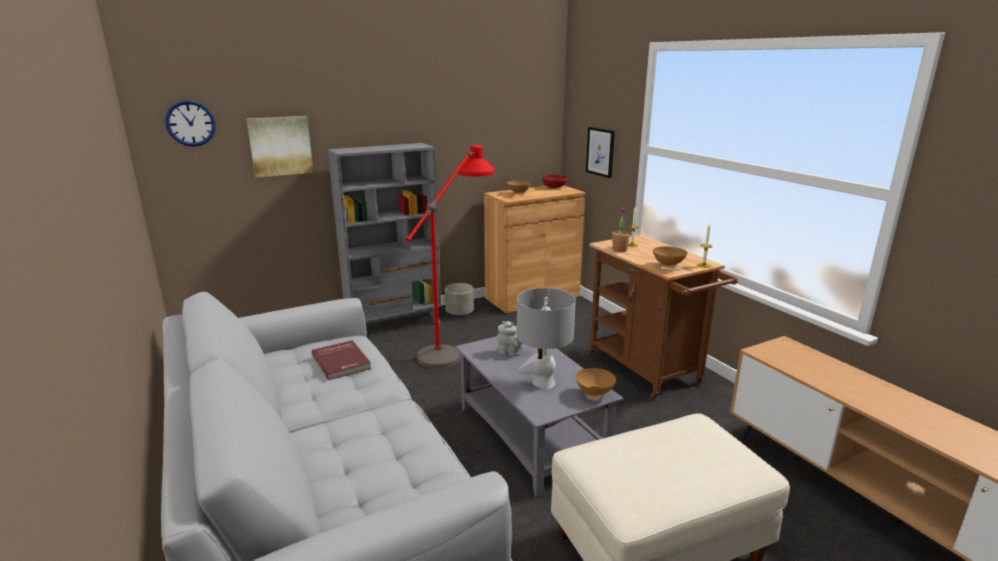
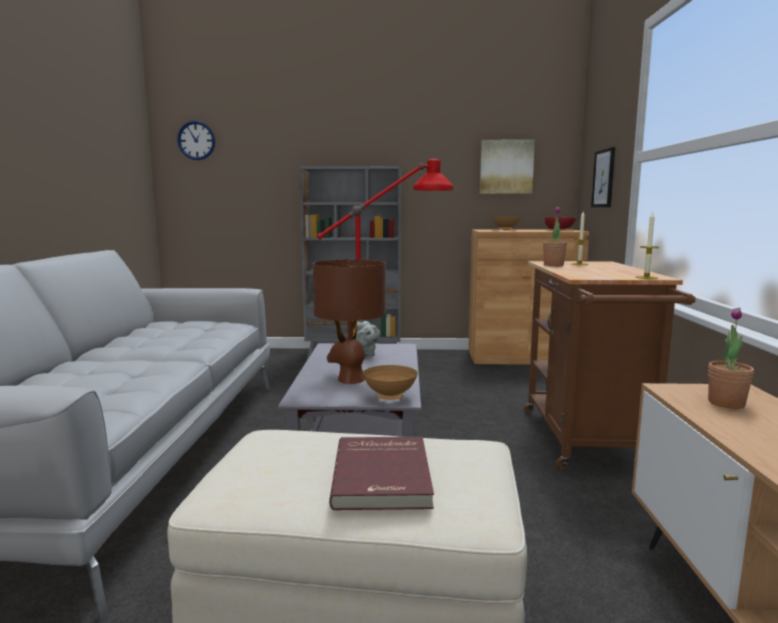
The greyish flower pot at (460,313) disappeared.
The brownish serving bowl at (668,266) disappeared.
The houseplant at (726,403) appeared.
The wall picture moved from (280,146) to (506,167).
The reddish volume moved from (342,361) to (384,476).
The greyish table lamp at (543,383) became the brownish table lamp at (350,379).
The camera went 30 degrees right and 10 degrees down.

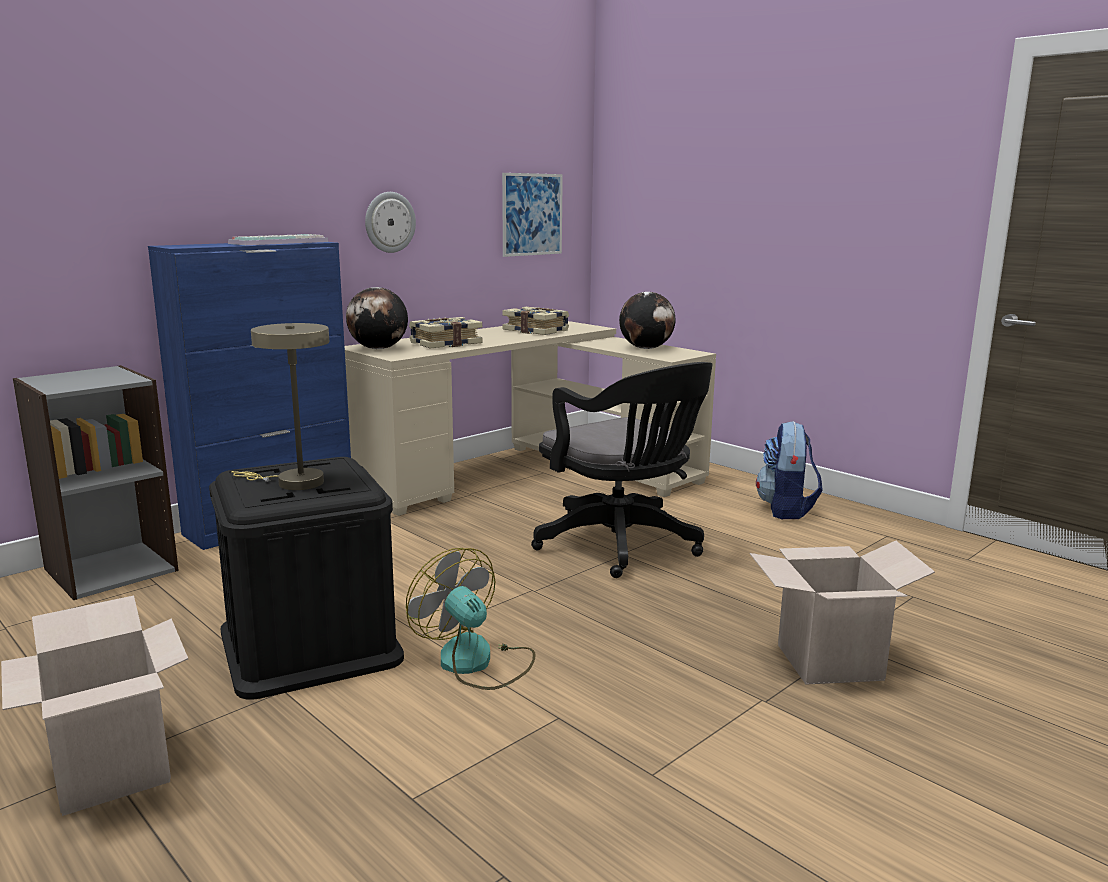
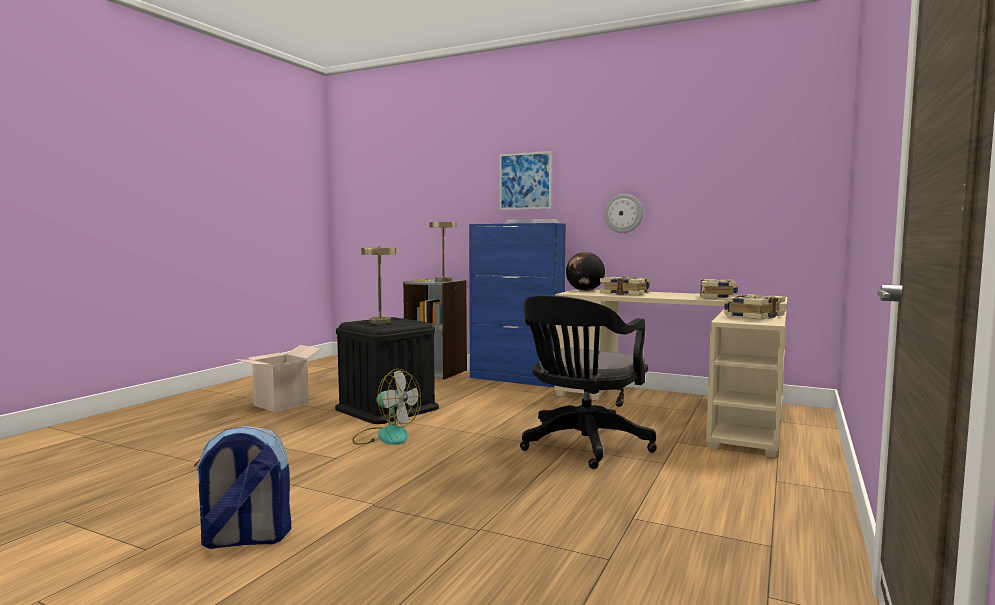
The packing box at (829,662) disappeared.
The beige-coloured table lamp at (440,281) appeared.
The wall picture moved from (532,214) to (525,181).
The rucksack moved from (786,510) to (244,539).
The world globe at (646,348) was replaced by the volume at (752,316).
The electric fan at (476,662) turned 90 degrees clockwise.
The camera went 70 degrees right and 10 degrees down.

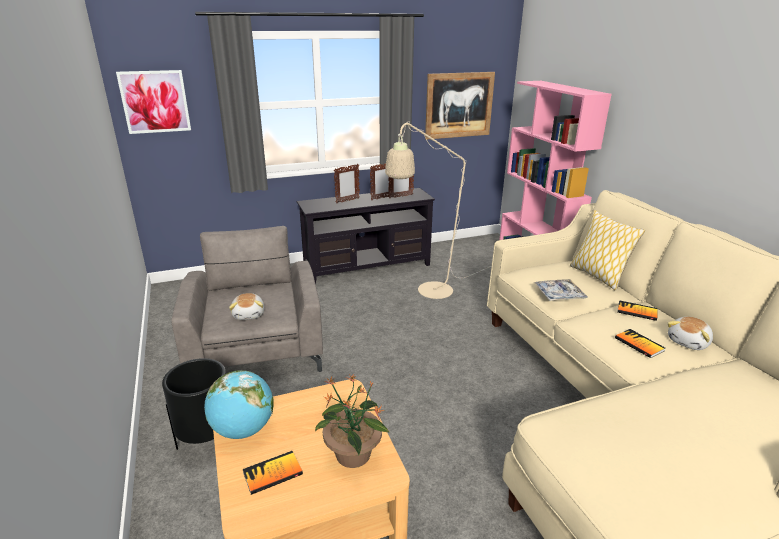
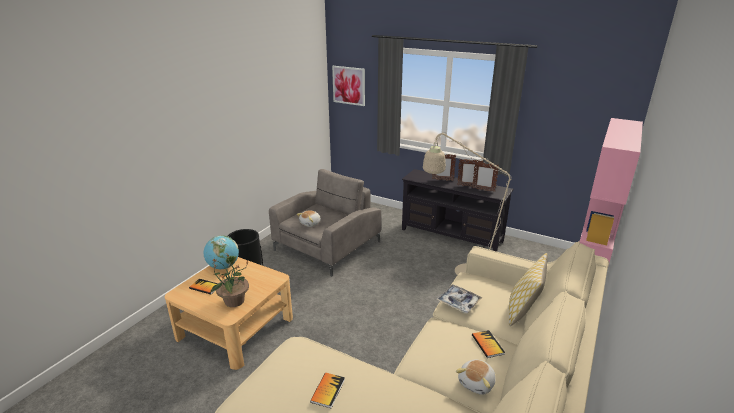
The wall picture at (459,105) disappeared.
The volume moved from (639,344) to (328,390).
The soft toy at (689,342) turned 60 degrees counterclockwise.
The camera went 50 degrees right and 0 degrees up.

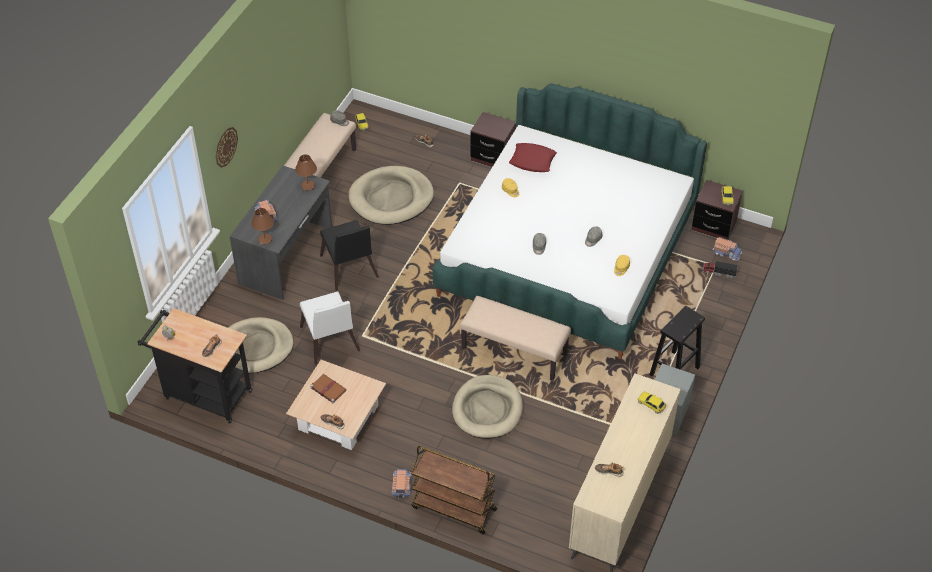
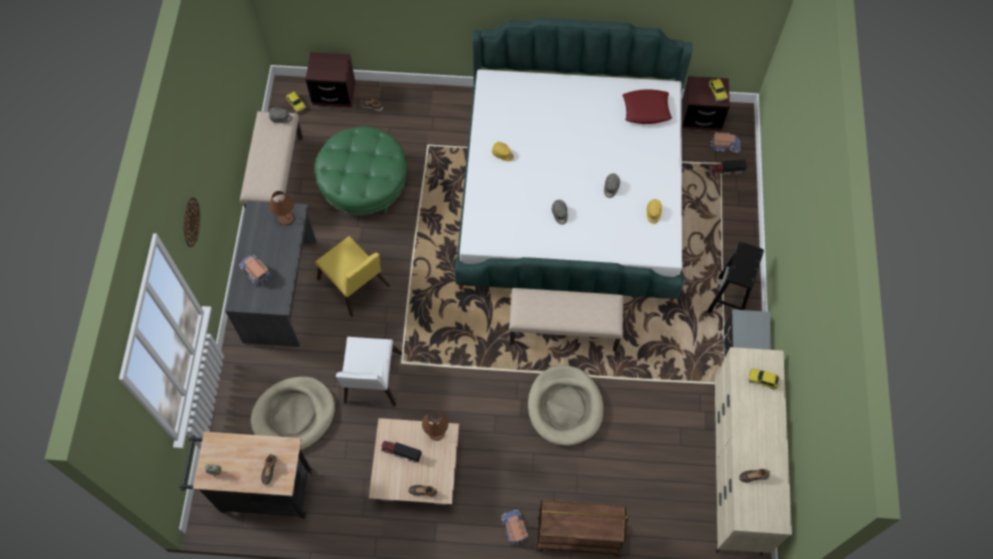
The brownish table lamp moved from (265,240) to (436,433).
The brownish nightstand moved from (492,157) to (334,94).
The reddish throw pillow moved from (532,161) to (646,109).
The brownish volume at (327,389) was replaced by the toy lorry at (401,452).
The beige-coloured dog bed at (391,198) was replaced by the green-coloured footrest at (364,185).
The black chair at (349,270) became the yellowish chair at (355,286).
The white-coloured chair at (330,342) turned 45 degrees clockwise.
The camera went 20 degrees left and 15 degrees up.

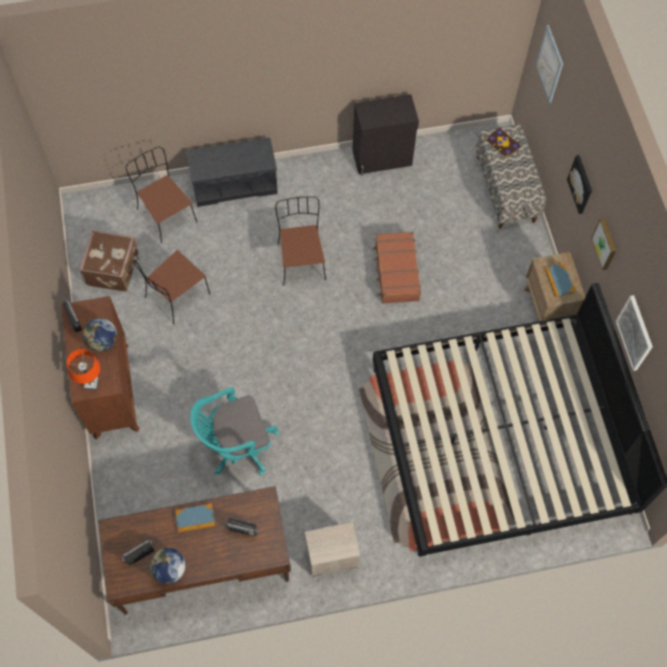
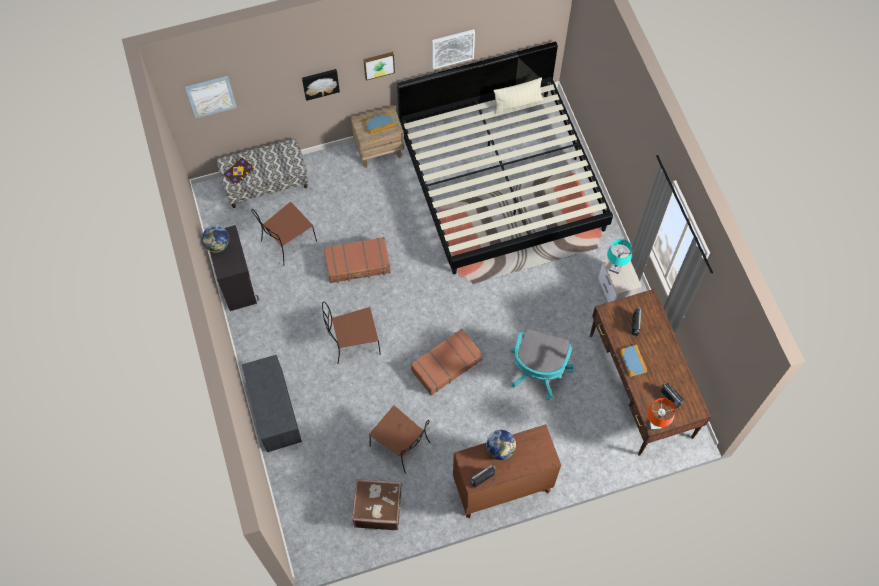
The brownish suitcase at (446,364) appeared.
The beige-coloured throw pillow at (518,103) appeared.
The turquoise-coloured table lamp at (615,268) appeared.
The orangey table lamp moved from (92,384) to (654,424).
The brownish chair moved from (166,214) to (287,242).
The world globe moved from (169,570) to (218,245).
The turquoise-coloured computer chair at (236,445) turned 45 degrees clockwise.
The camera went 95 degrees left and 0 degrees up.

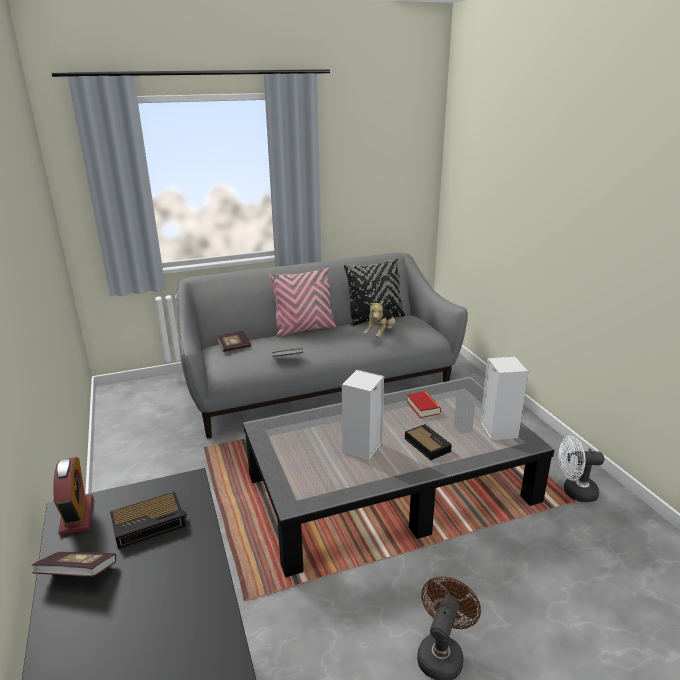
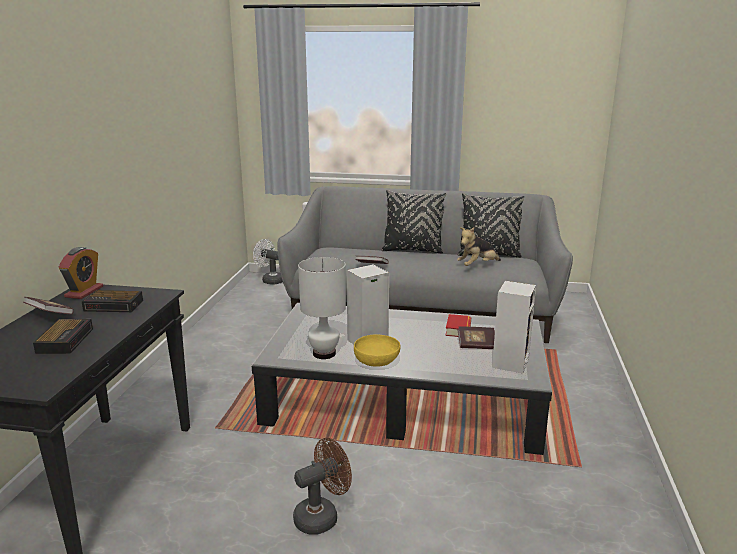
The white-coloured table lamp at (324,353) appeared.
The yellowish serving bowl at (377,361) appeared.
The volume moved from (234,347) to (476,345).
The table clock moved from (426,444) to (66,340).
The white-coloured electric fan moved from (574,492) to (270,280).
The pinkish throw pillow at (304,329) became the black throw pillow at (412,250).
The camera went 30 degrees right and 5 degrees down.

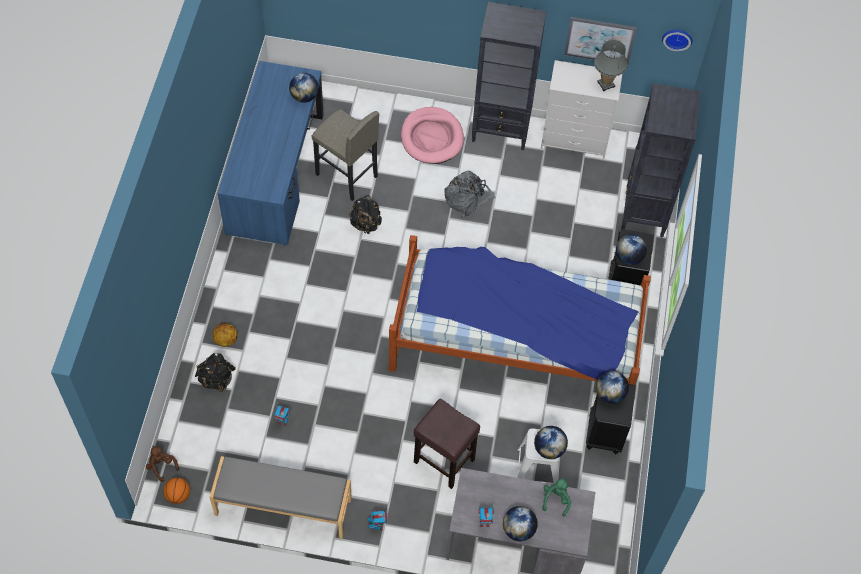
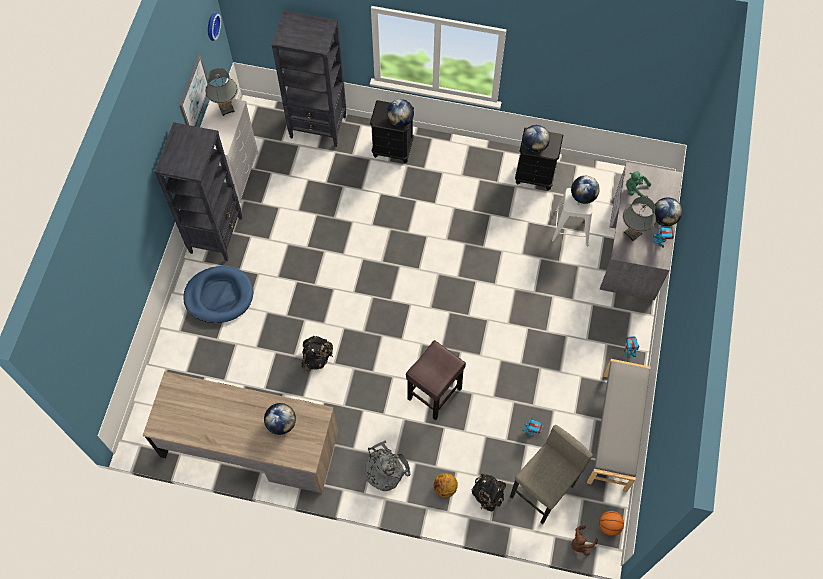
The sleeping bed at (514,343) disappeared.
The greyish table lamp at (632,233) appeared.
The world globe moved from (304,96) to (281,423).
The greyish sitting stool moved from (346,176) to (542,491).
The brownish sitting stool moved from (443,460) to (434,394).
The greyish rucksack moved from (467,198) to (384,469).
The blue-coloured desk table at (275,173) became the brownish desk table at (249,444).
The pinkish dog bed at (432,137) became the blue-coloured dog bed at (219,296).
The camera went 85 degrees left and 5 degrees up.

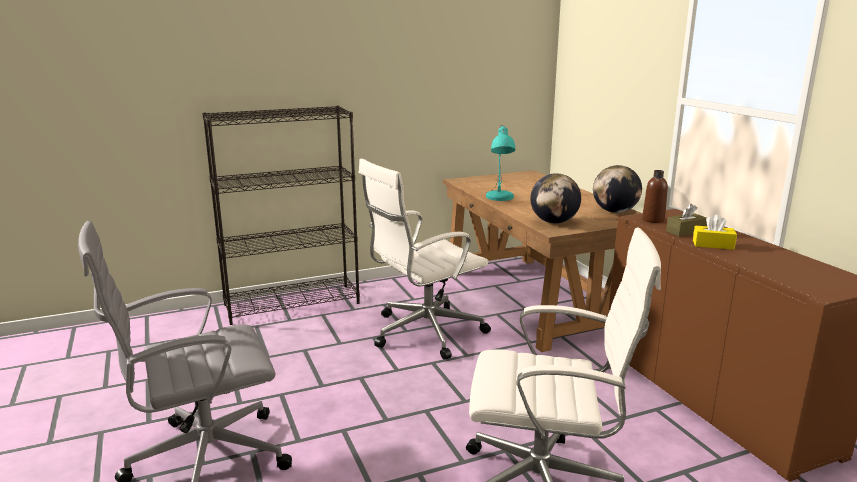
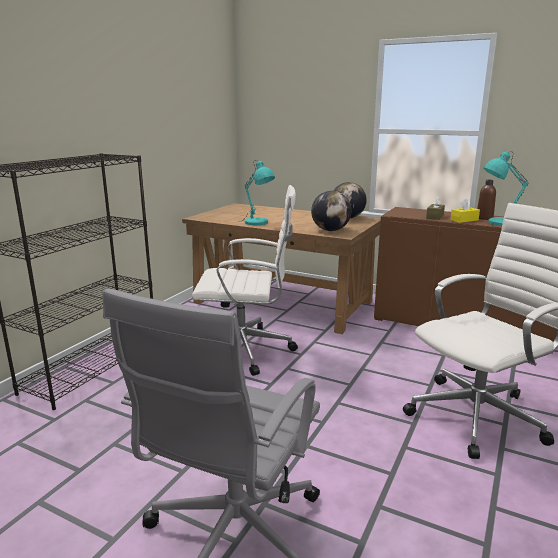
The turquoise-coloured table lamp at (498,223) appeared.
The brownish beverage bottle moved from (653,220) to (484,218).
The white-coloured computer chair at (424,332) turned 105 degrees counterclockwise.
The camera went 40 degrees left and 0 degrees up.

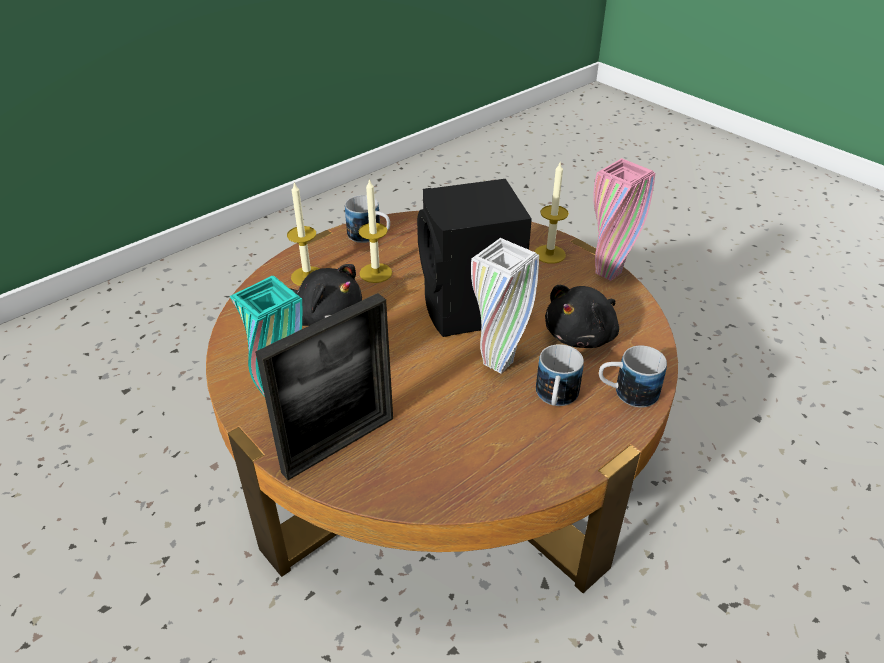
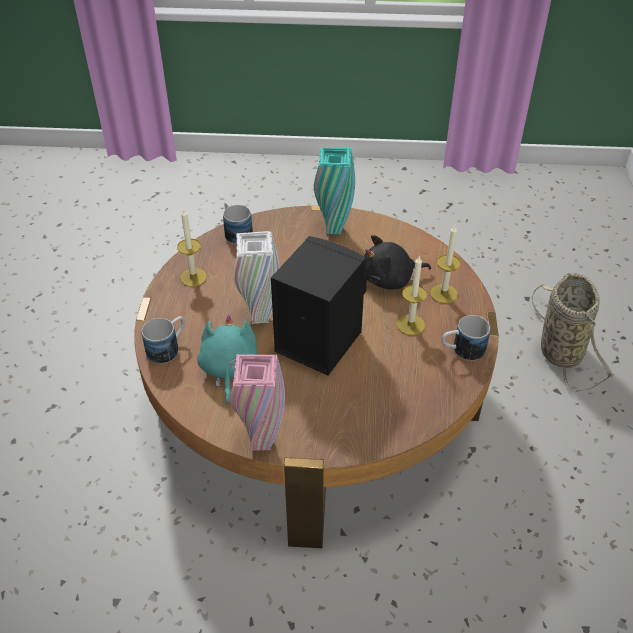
The photo frame at (339,444) disappeared.
The basket at (559,349) appeared.
The wax light moved from (549,254) to (193,277).
The coffee mug moved from (555,398) to (236,232).
The black soft toy at (582,335) became the turquoise-coloured soft toy at (229,370).
The camera went 135 degrees right and 5 degrees up.

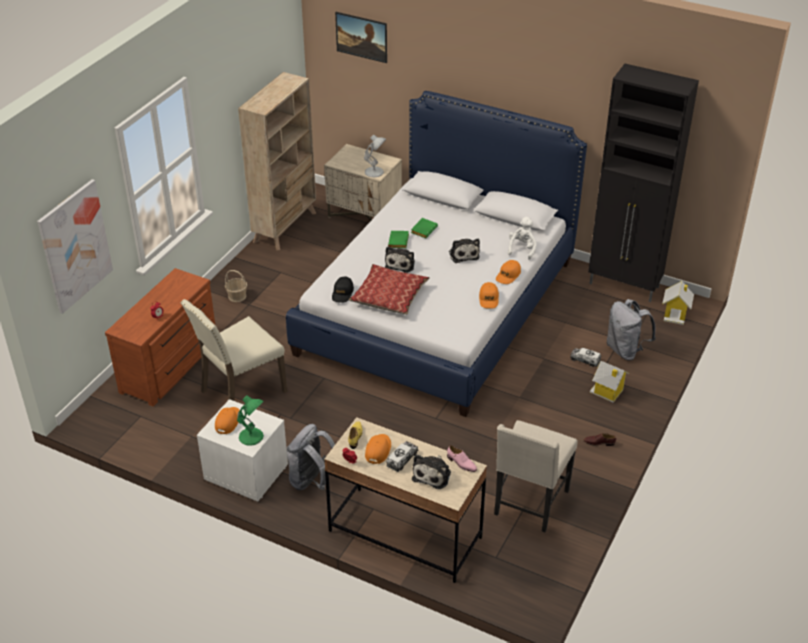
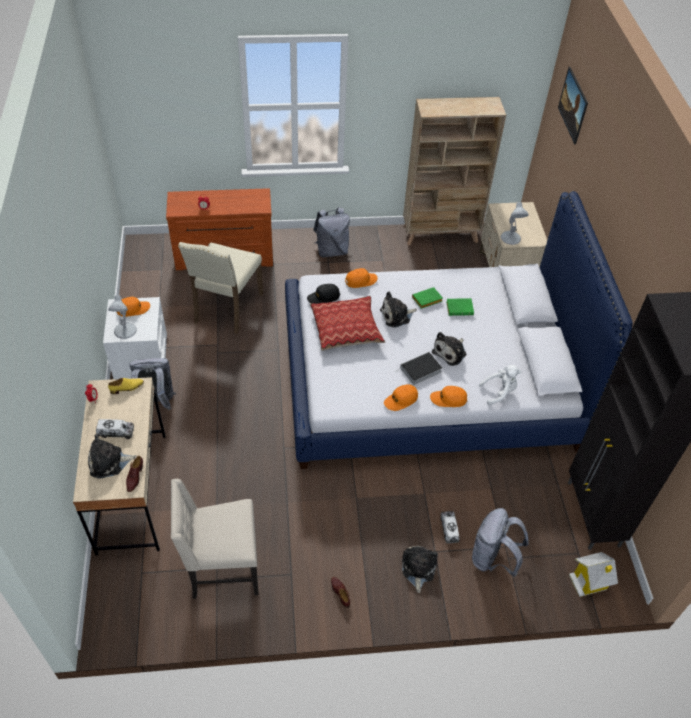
The wall picture at (75,246) disappeared.
The volume at (420,370) appeared.
The orangey baseball cap moved from (378,450) to (361,280).
The basket at (237,296) was replaced by the greyish rucksack at (331,250).
The toy house at (607,392) was replaced by the soft toy at (418,569).
The green-coloured table lamp at (252,437) became the white-coloured table lamp at (125,331).
The pinkish shoe at (461,463) became the brownish shoe at (134,477).
The beige-coloured chair at (241,391) turned 90 degrees counterclockwise.
The camera went 55 degrees right and 10 degrees up.

